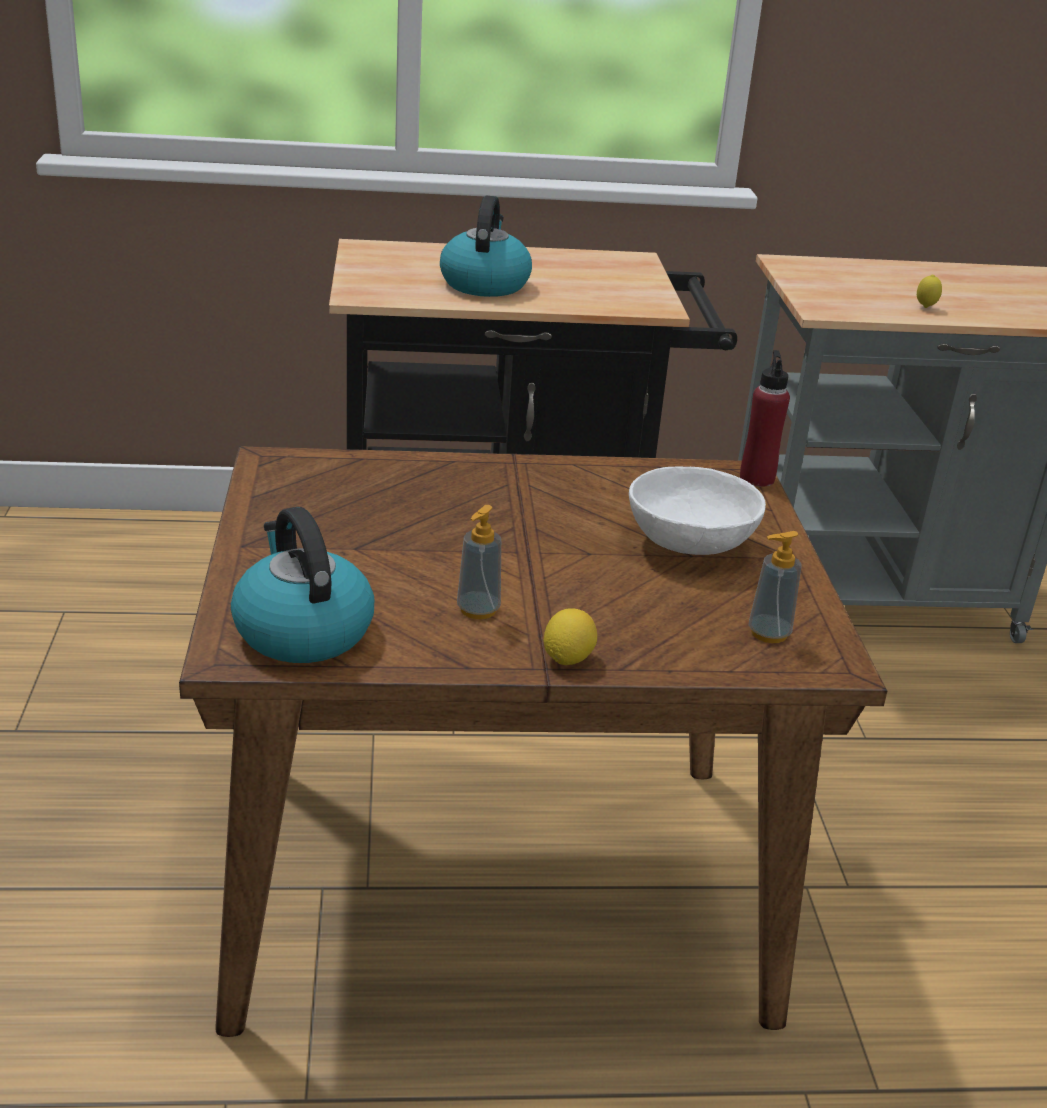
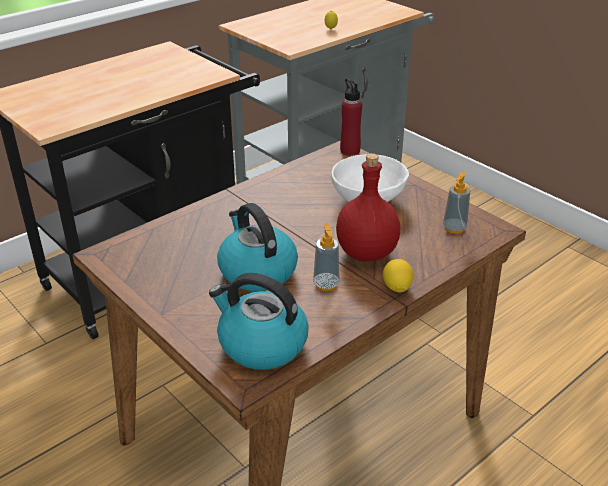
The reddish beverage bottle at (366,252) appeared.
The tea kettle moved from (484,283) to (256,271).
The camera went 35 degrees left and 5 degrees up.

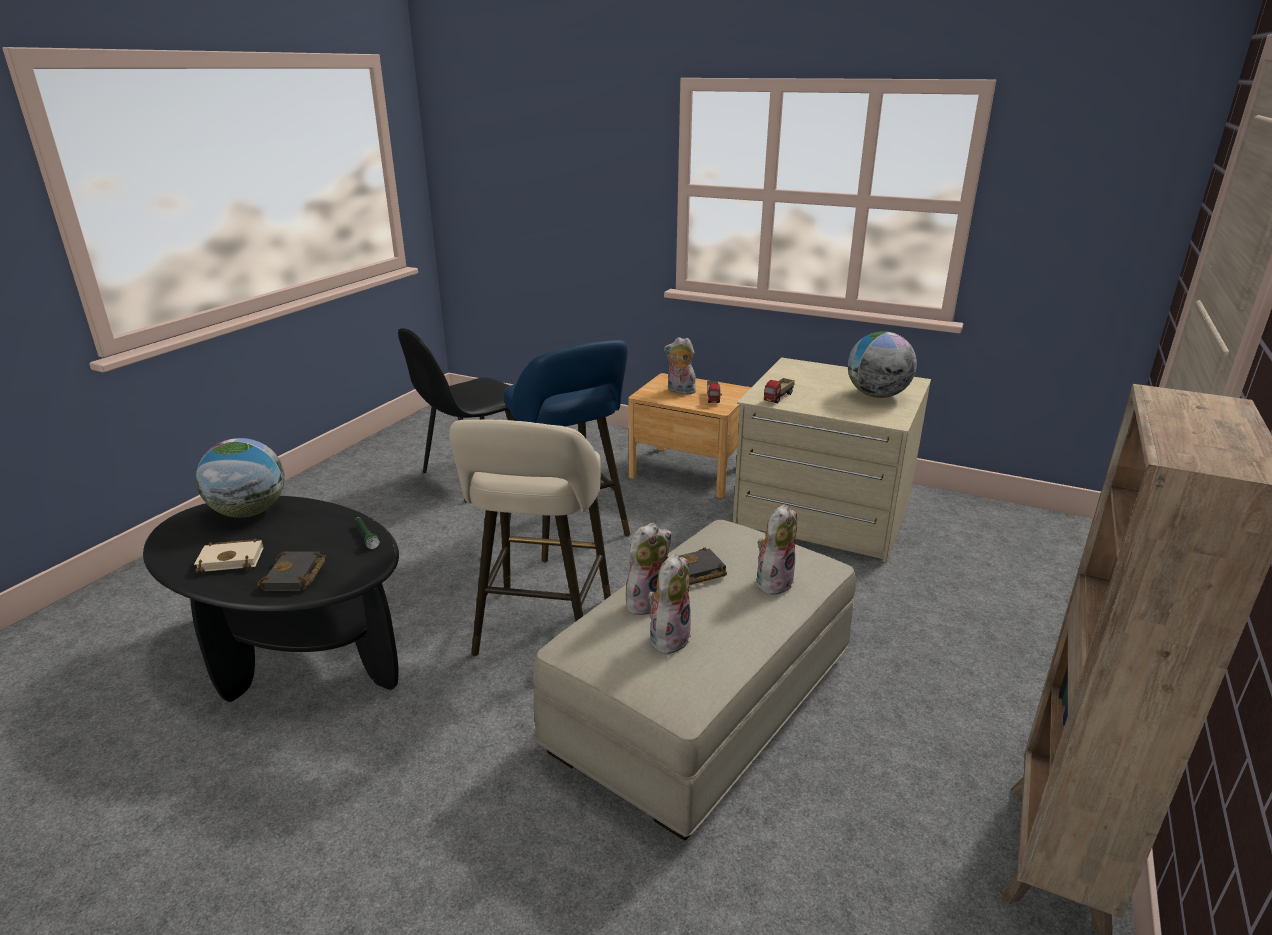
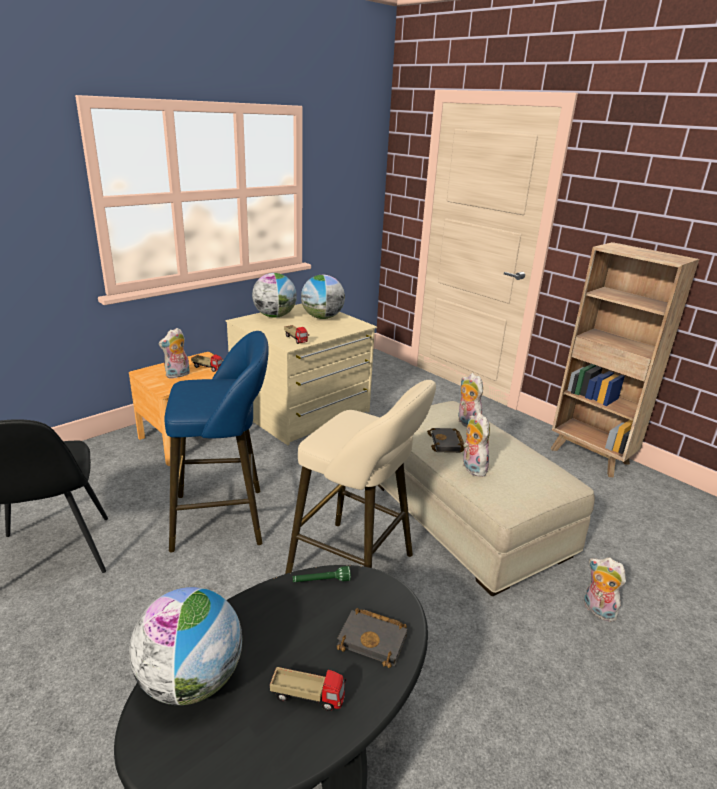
The world globe at (275,316) appeared.
The soft toy moved from (668,637) to (597,610).
The beige-coloured volume at (233,559) was replaced by the toy lorry at (308,696).
The camera went 70 degrees left and 0 degrees up.

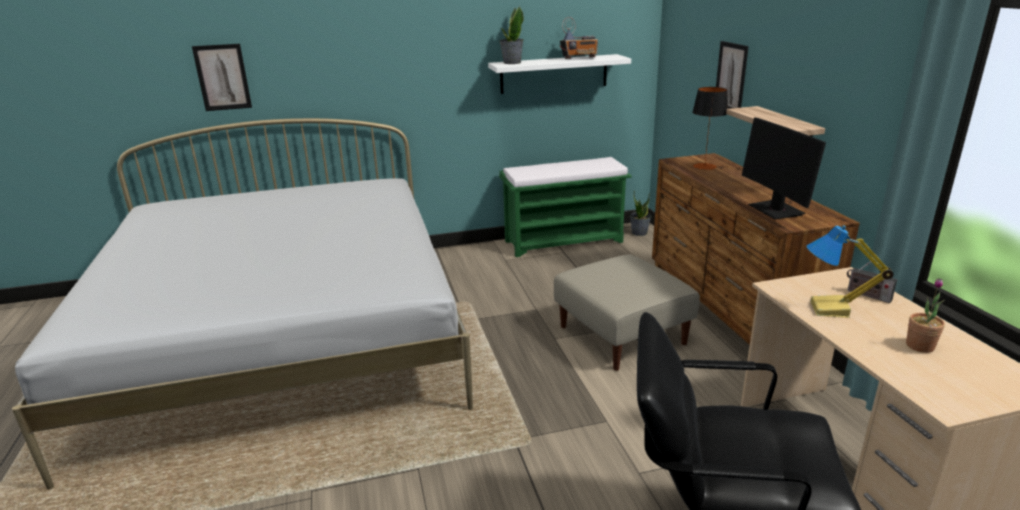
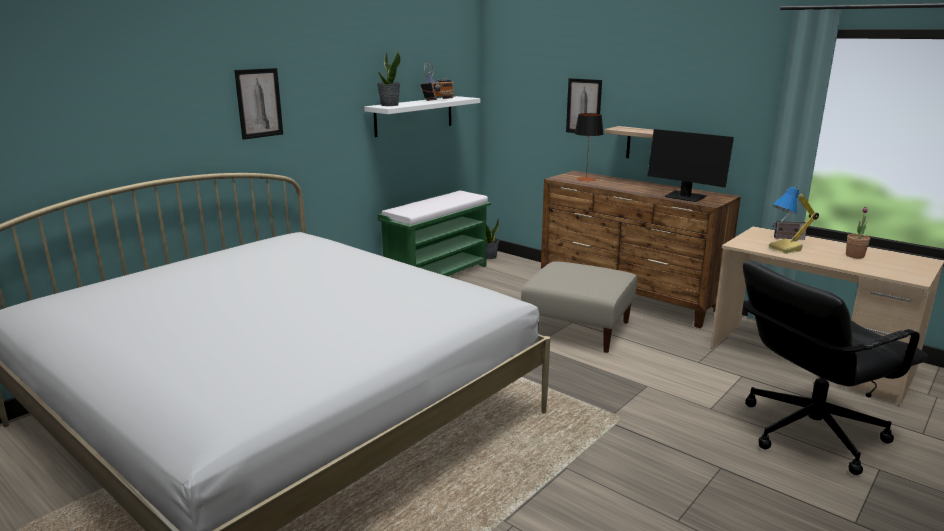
The wall picture moved from (222,77) to (259,103).
The camera went 35 degrees left and 5 degrees down.

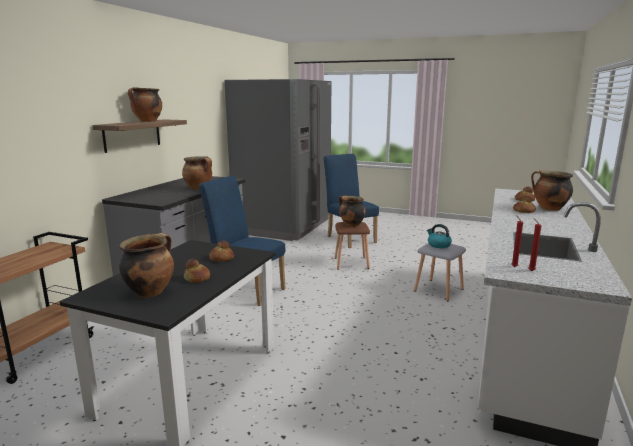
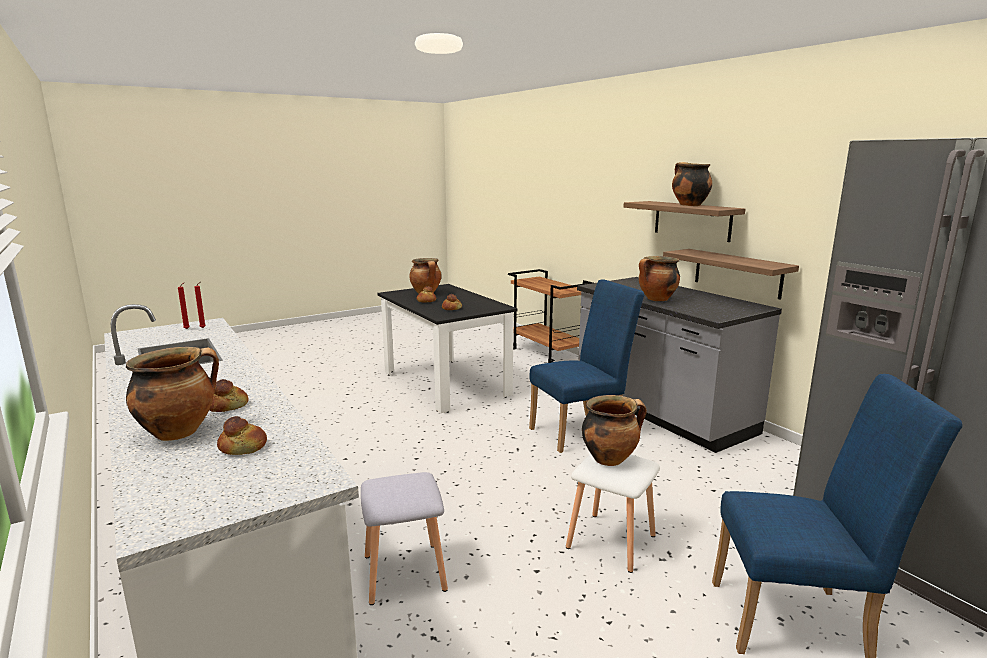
The tea kettle at (438,245) disappeared.
The shelf at (737,273) appeared.
The brownish sitting stool at (351,263) became the white-coloured sitting stool at (611,540).
The camera went 125 degrees right and 0 degrees up.

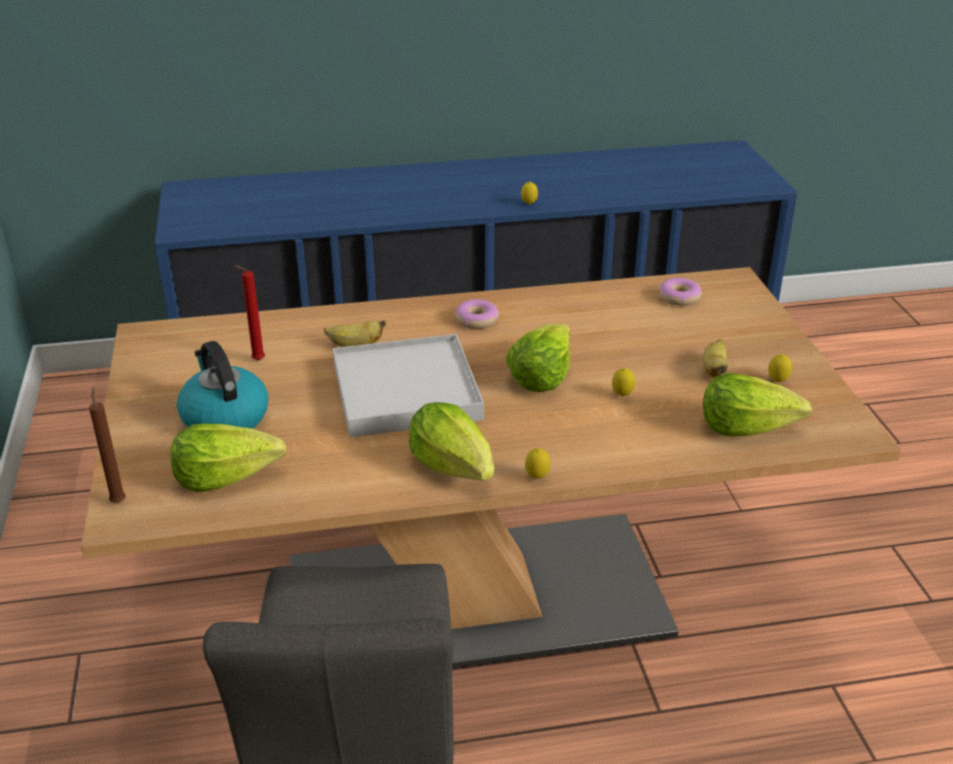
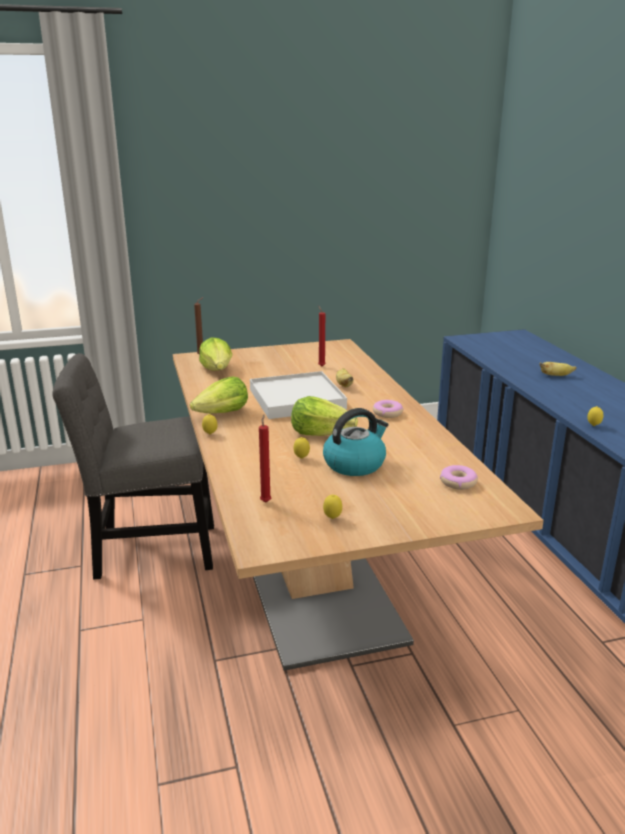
The tea kettle moved from (224,417) to (355,464).
The banana moved from (714,371) to (555,376).
The lettuce head at (746,427) was replaced by the reddish wax light at (266,501).
The camera went 85 degrees right and 10 degrees down.

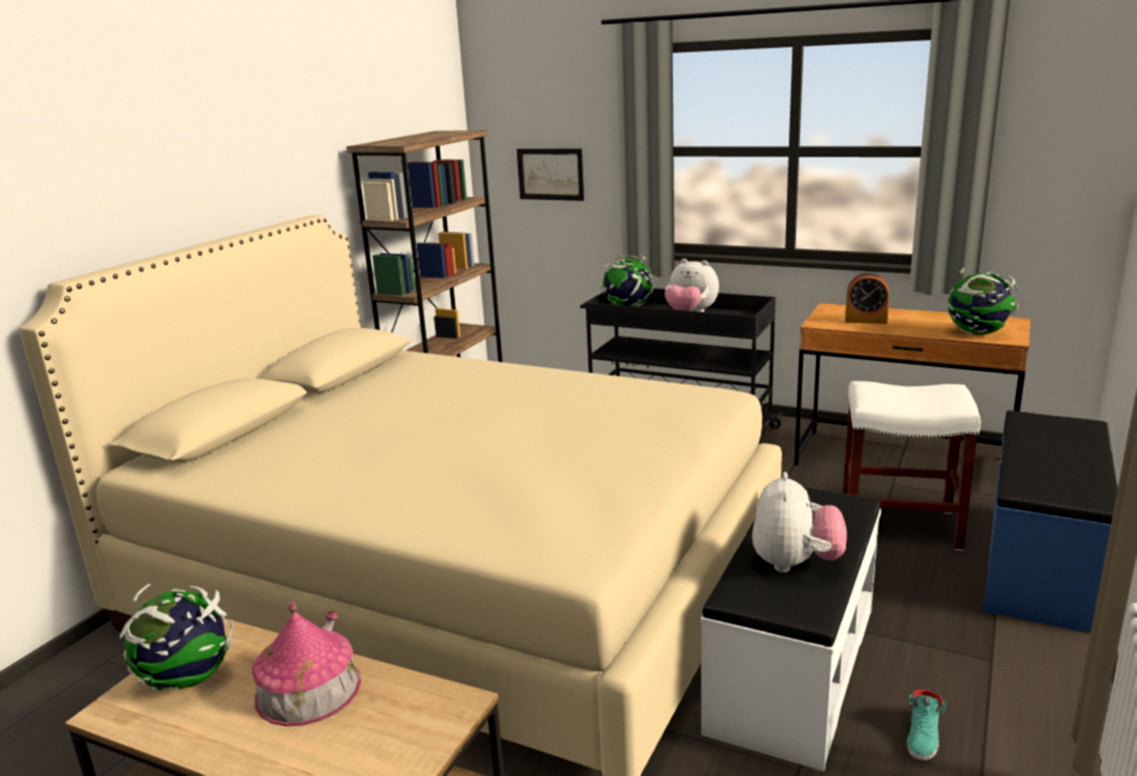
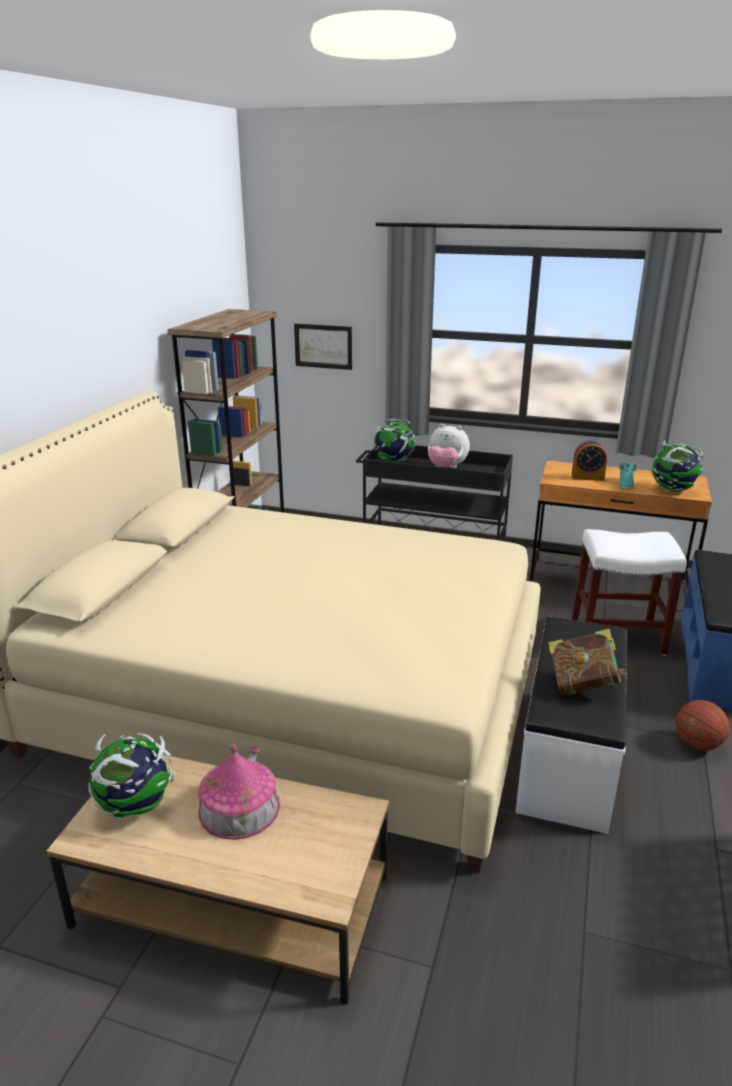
The ball for basketball at (697,744) appeared.
The turquoise-coloured shoe moved from (923,736) to (626,484).
The soft toy at (795,564) was replaced by the volume at (582,685).
The camera went 10 degrees left and 5 degrees up.

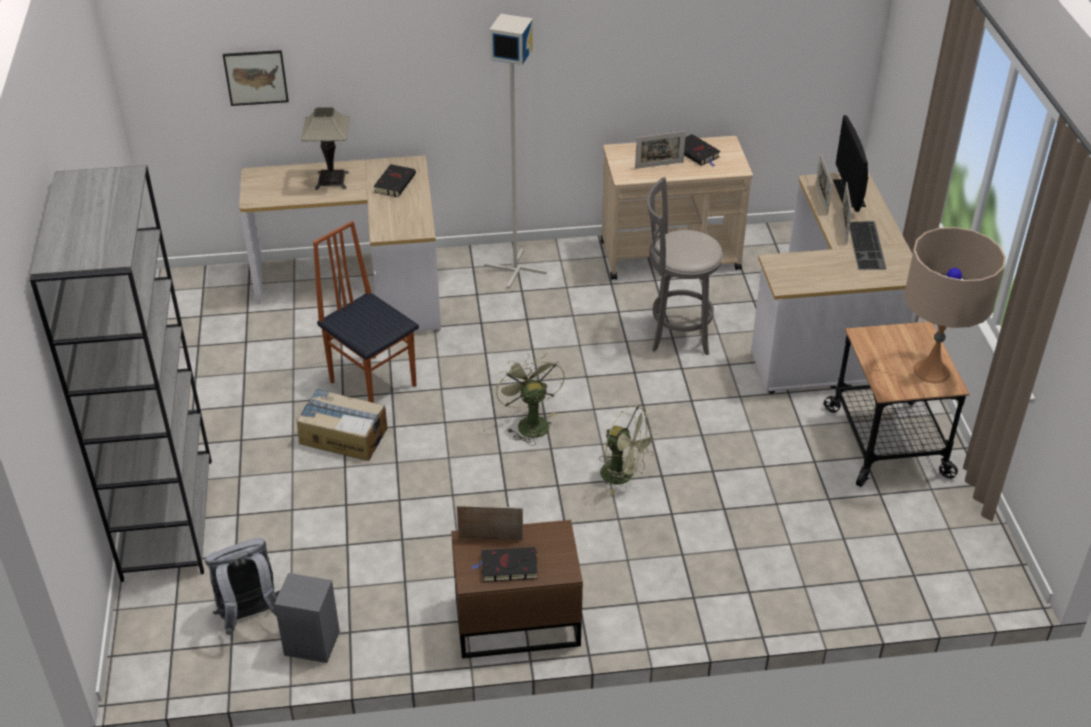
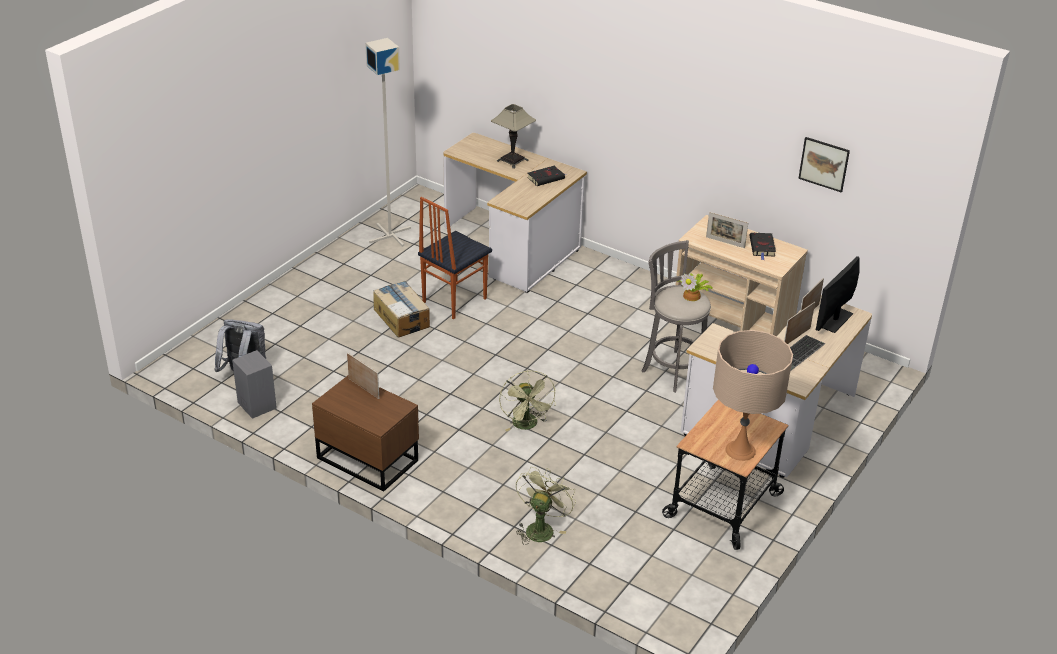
The greyish shelving unit at (167,518) disappeared.
The black volume at (507,567) disappeared.
The houseplant at (693,295) appeared.
The wall picture moved from (256,77) to (824,164).
The greyish floor lamp moved from (515,268) to (390,235).
The green-coloured electric fan moved from (529,422) to (541,528).
The chair at (373,382) turned 135 degrees counterclockwise.
The camera went 40 degrees right and 5 degrees down.

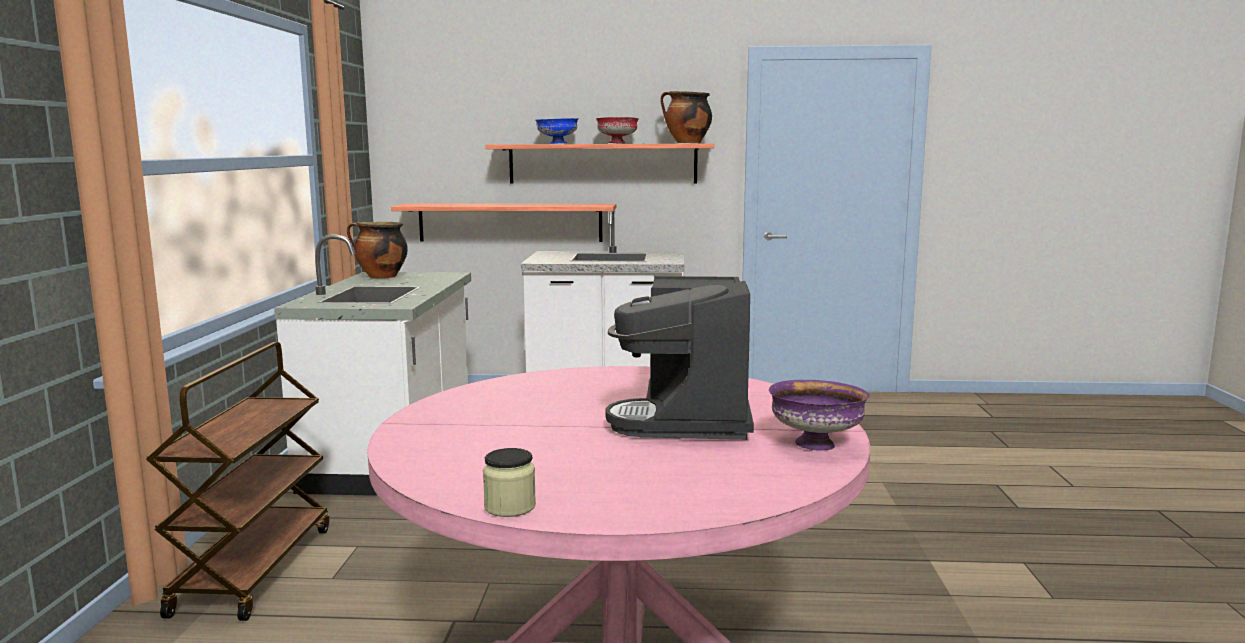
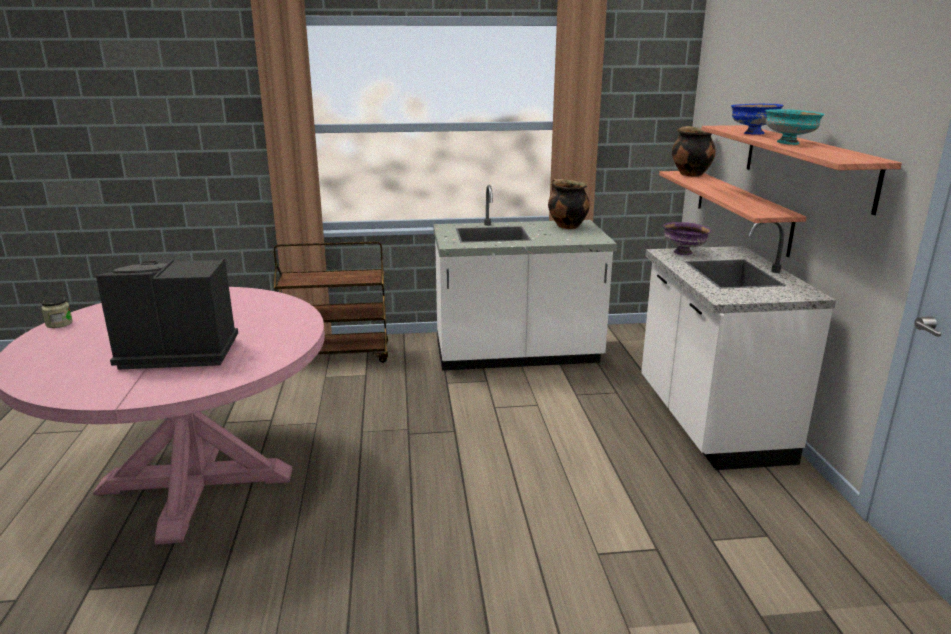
The cooking pot moved from (687,143) to (689,174).
The purple-coloured serving bowl moved from (815,444) to (684,252).
The reddish serving bowl at (617,143) became the turquoise-coloured serving bowl at (789,143).
The camera went 80 degrees right and 10 degrees up.

